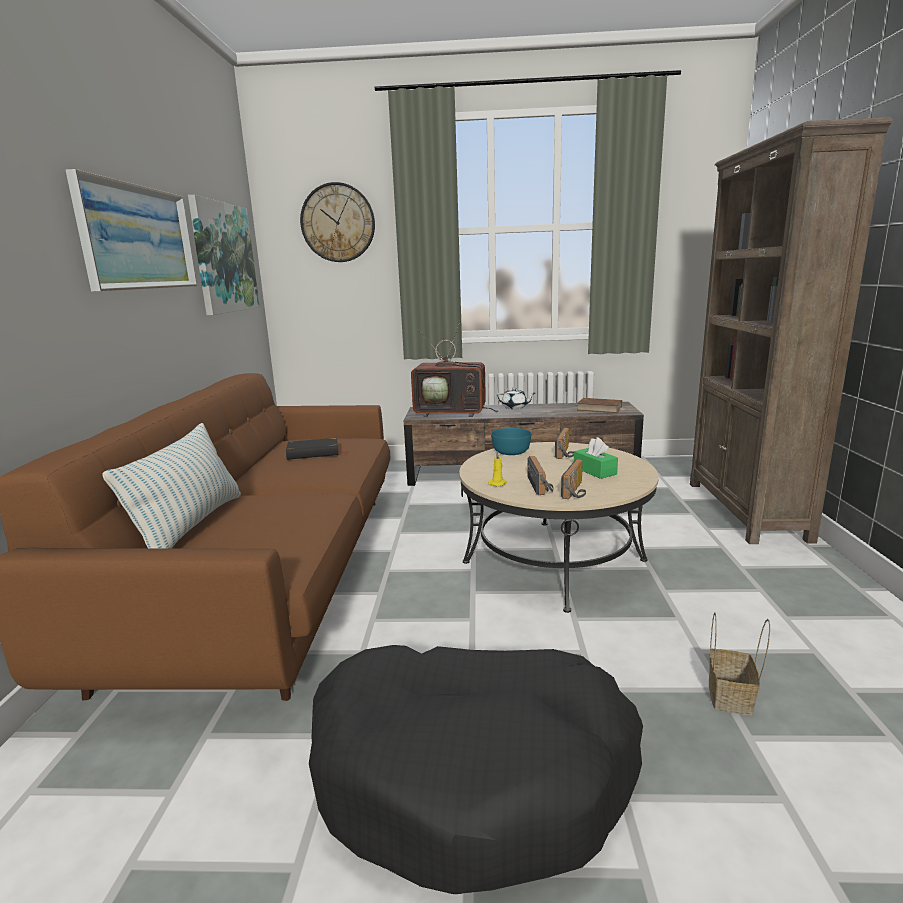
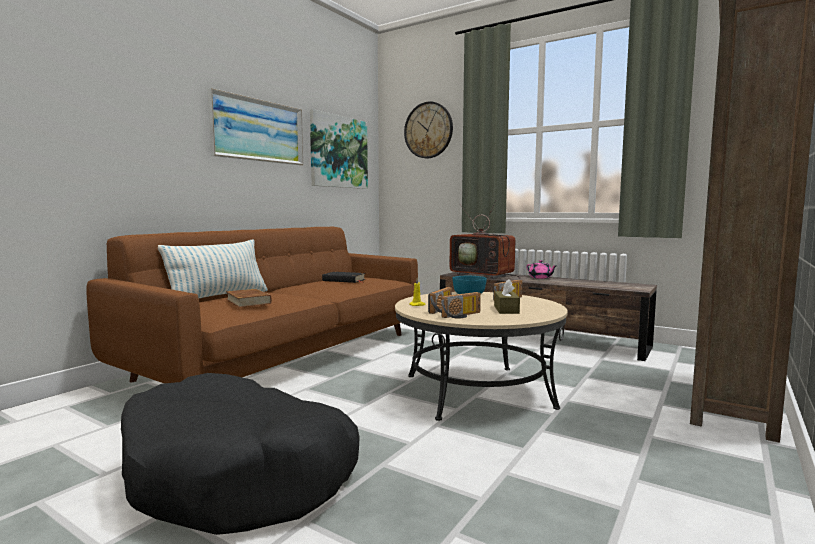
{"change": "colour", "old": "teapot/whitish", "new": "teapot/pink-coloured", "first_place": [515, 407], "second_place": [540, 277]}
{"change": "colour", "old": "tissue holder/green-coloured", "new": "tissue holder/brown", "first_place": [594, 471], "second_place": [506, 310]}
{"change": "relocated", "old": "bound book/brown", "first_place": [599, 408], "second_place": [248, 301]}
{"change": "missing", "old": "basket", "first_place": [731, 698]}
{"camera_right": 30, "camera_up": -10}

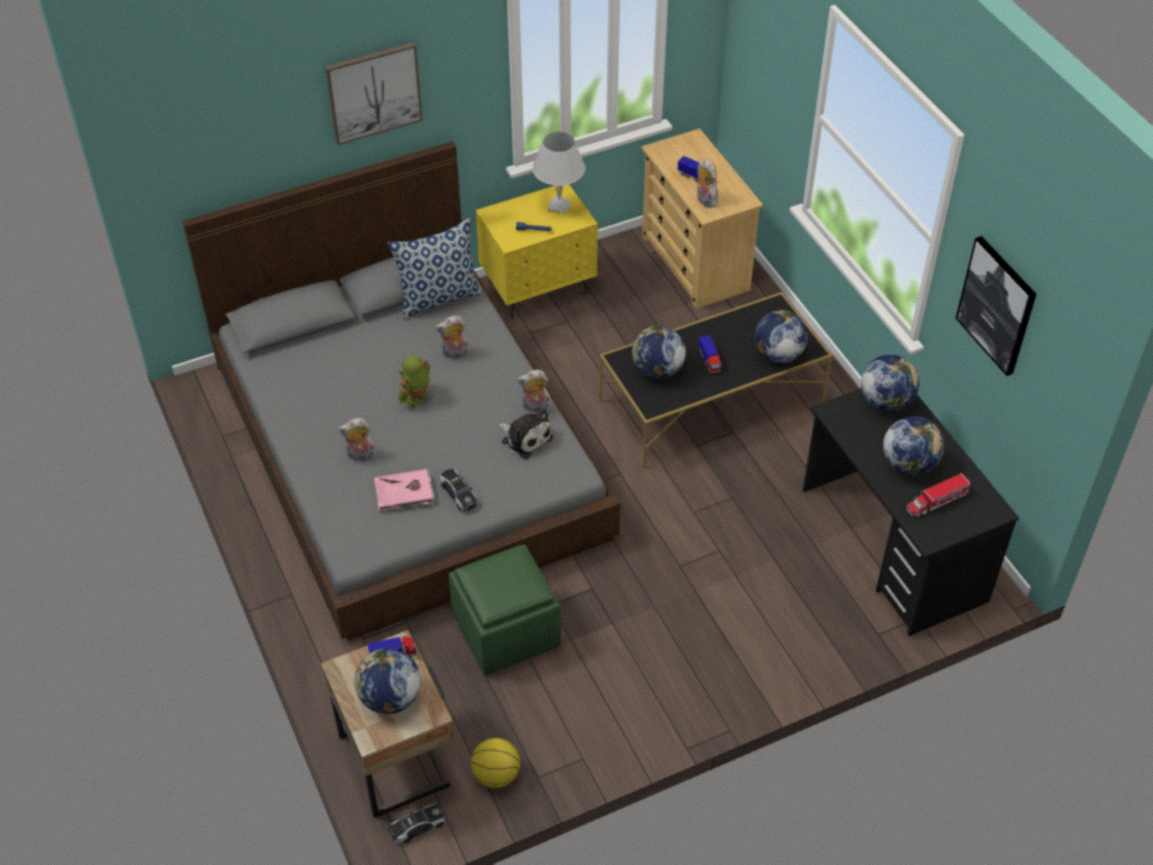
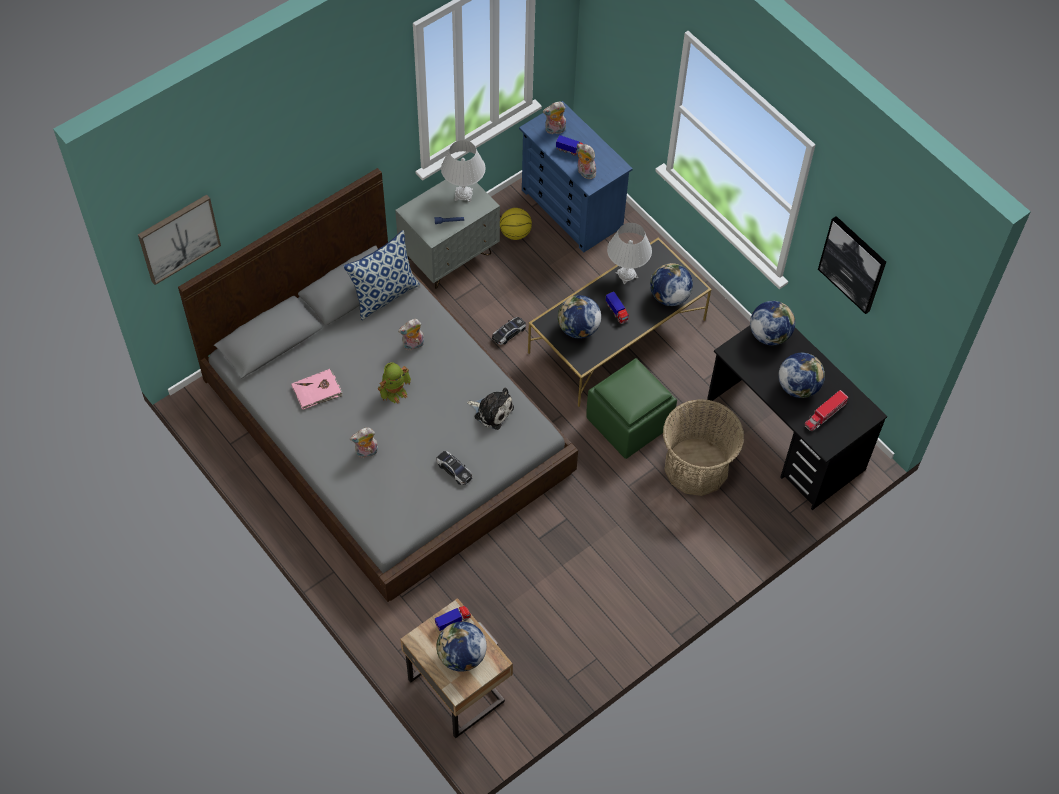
{"change": "relocated", "old": "wall art", "first_place": [374, 92], "second_place": [178, 238]}
{"change": "relocated", "old": "bound book/pink-coloured", "first_place": [404, 492], "second_place": [317, 391]}
{"change": "relocated", "old": "model car", "first_place": [418, 826], "second_place": [509, 333]}
{"change": "spun", "old": "toy robot", "first_place": [416, 398], "second_place": [395, 392], "degrees": -150}
{"change": "relocated", "old": "pouffe/green-coloured", "first_place": [506, 630], "second_place": [628, 422]}
{"change": "relocated", "old": "ball for basketball", "first_place": [496, 774], "second_place": [515, 233]}
{"change": "colour", "old": "nightstand/yellow", "new": "nightstand/grey", "first_place": [538, 288], "second_place": [449, 256]}
{"change": "relocated", "old": "cuddly toy", "first_place": [535, 408], "second_place": [555, 130]}
{"change": "colour", "old": "drawer chest/beige", "new": "drawer chest/blue", "first_place": [695, 263], "second_place": [572, 209]}
{"change": "appeared", "new": "tabletop lamp/whitish", "second_place": [626, 275]}
{"change": "appeared", "new": "basket", "second_place": [696, 467]}
{"camera_right": -15, "camera_up": 10}

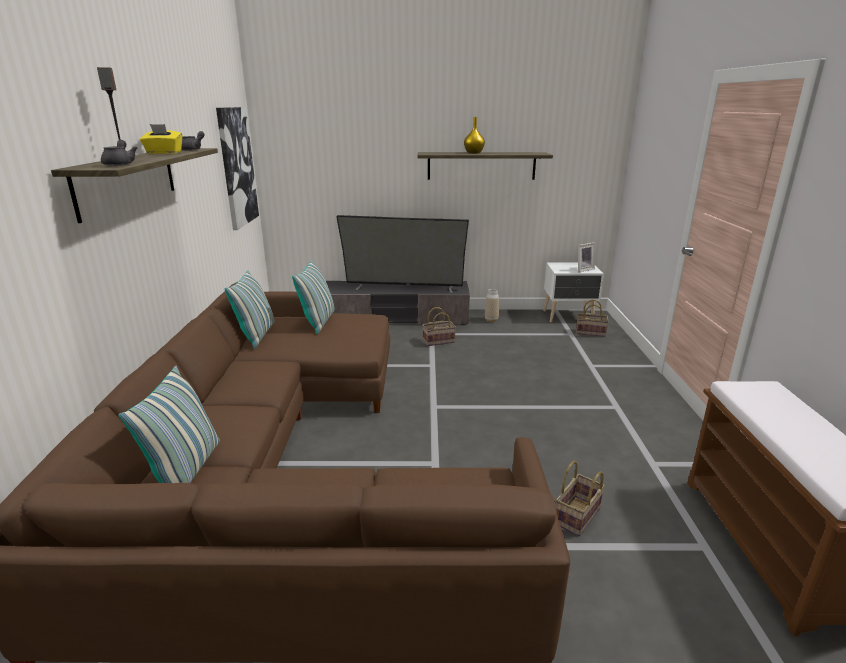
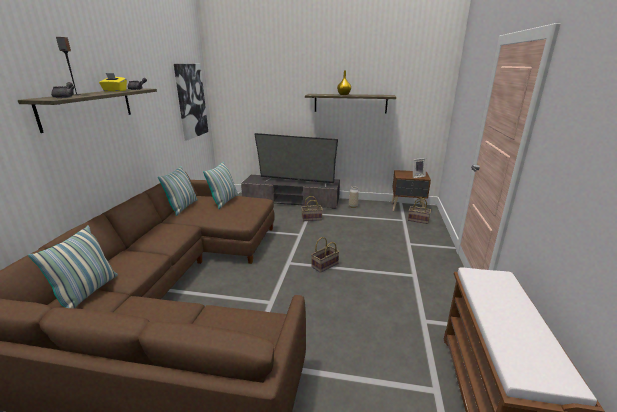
{"change": "colour", "old": "nightstand/whitish", "new": "nightstand/brown", "first_place": [569, 317], "second_place": [407, 208]}
{"change": "relocated", "old": "basket", "first_place": [577, 517], "second_place": [325, 266]}
{"camera_right": 10, "camera_up": 0}

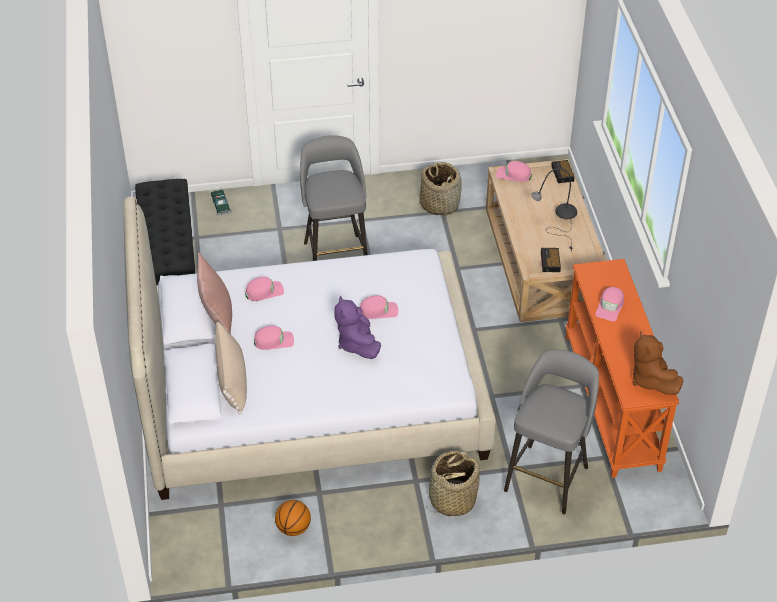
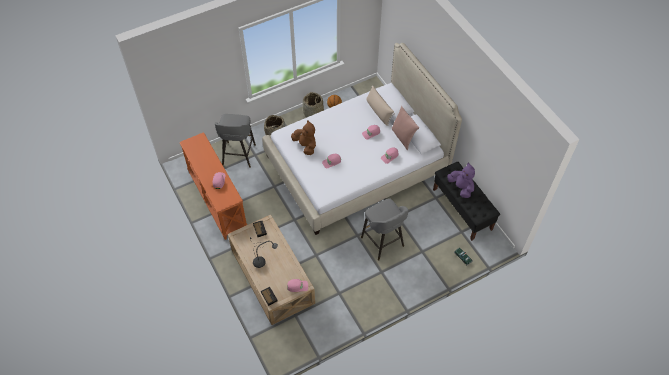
{"change": "relocated", "old": "cuddly toy/purplish", "first_place": [357, 344], "second_place": [461, 187]}
{"change": "relocated", "old": "basket", "first_place": [439, 204], "second_place": [313, 113]}
{"change": "relocated", "old": "cuddly toy/brown", "first_place": [650, 379], "second_place": [305, 146]}
{"camera_right": 160, "camera_up": 10}

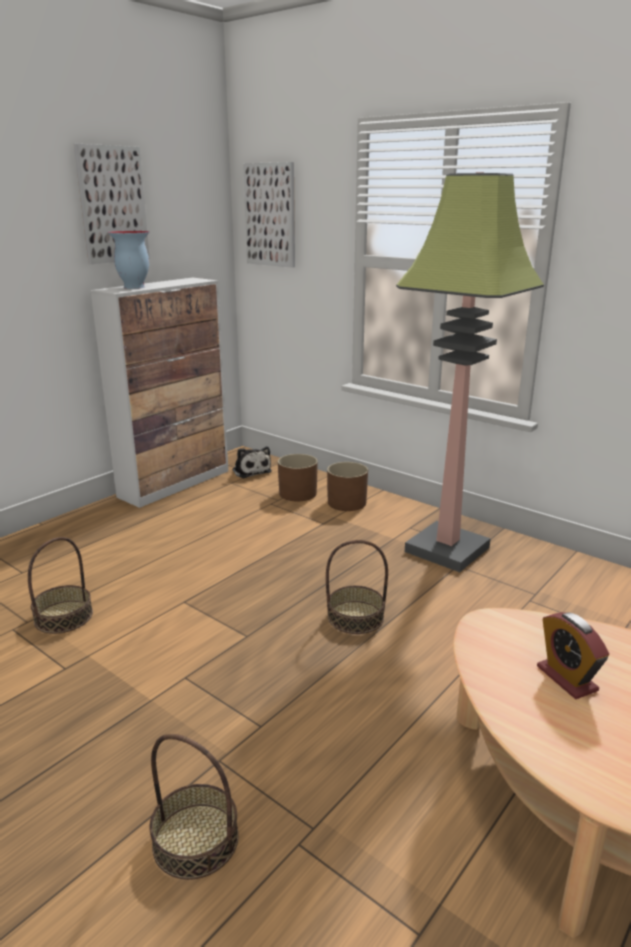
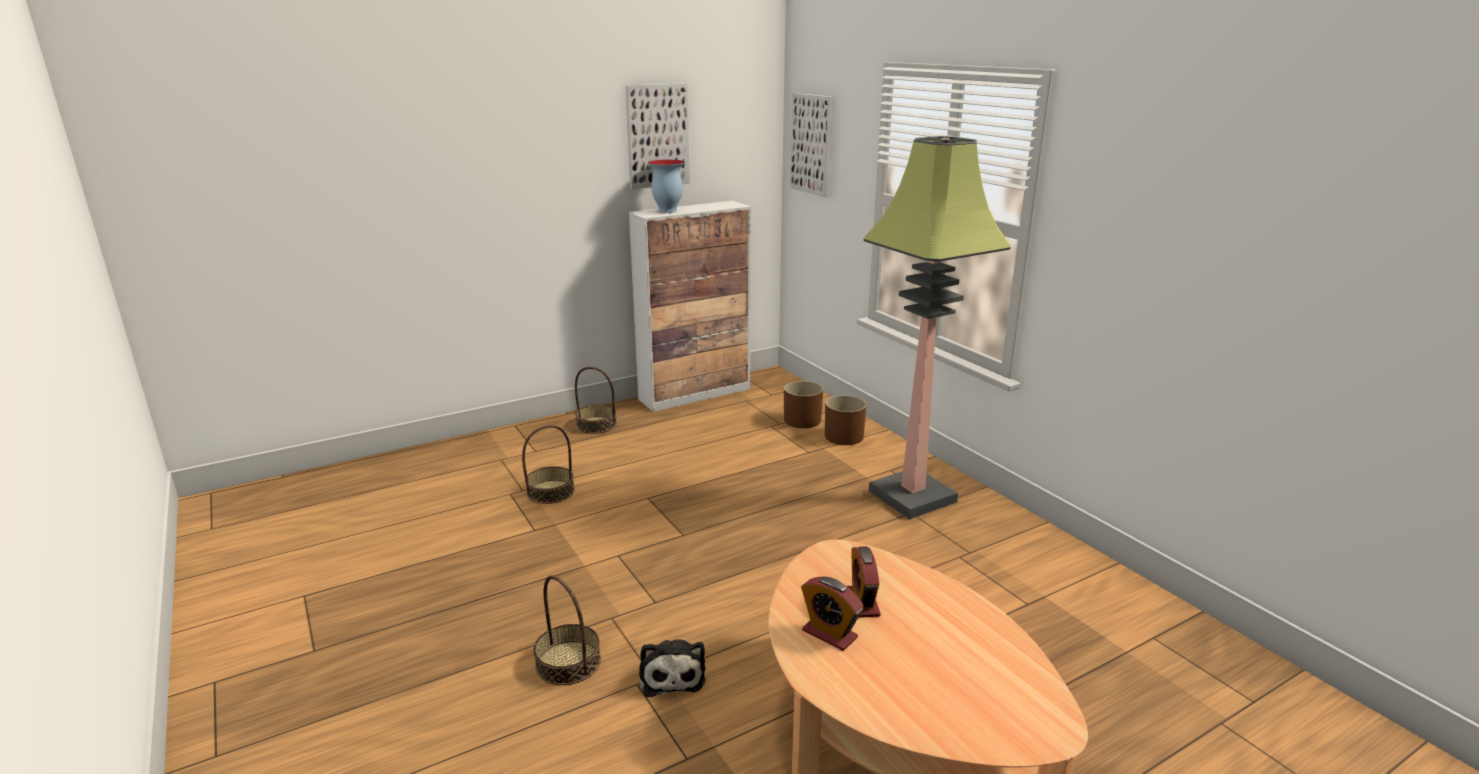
{"change": "relocated", "old": "cuddly toy", "first_place": [251, 470], "second_place": [672, 674]}
{"change": "relocated", "old": "basket", "first_place": [355, 617], "second_place": [597, 425]}
{"change": "appeared", "new": "alarm clock", "second_place": [829, 634]}
{"camera_right": 20, "camera_up": 0}

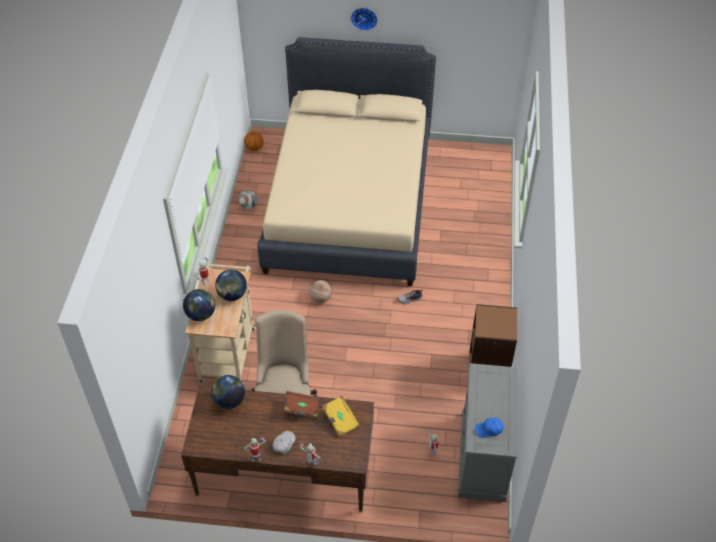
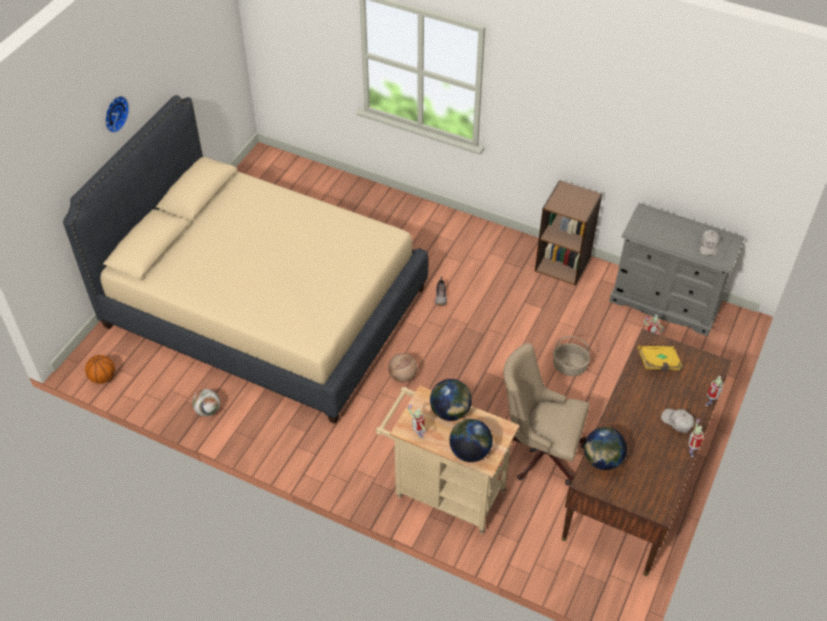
{"change": "missing", "old": "bound book/brown", "first_place": [302, 409]}
{"change": "colour", "old": "cap/blue", "new": "cap/whitish", "first_place": [489, 429], "second_place": [709, 246]}
{"change": "appeared", "new": "basket", "second_place": [569, 366]}
{"camera_right": -70, "camera_up": 0}

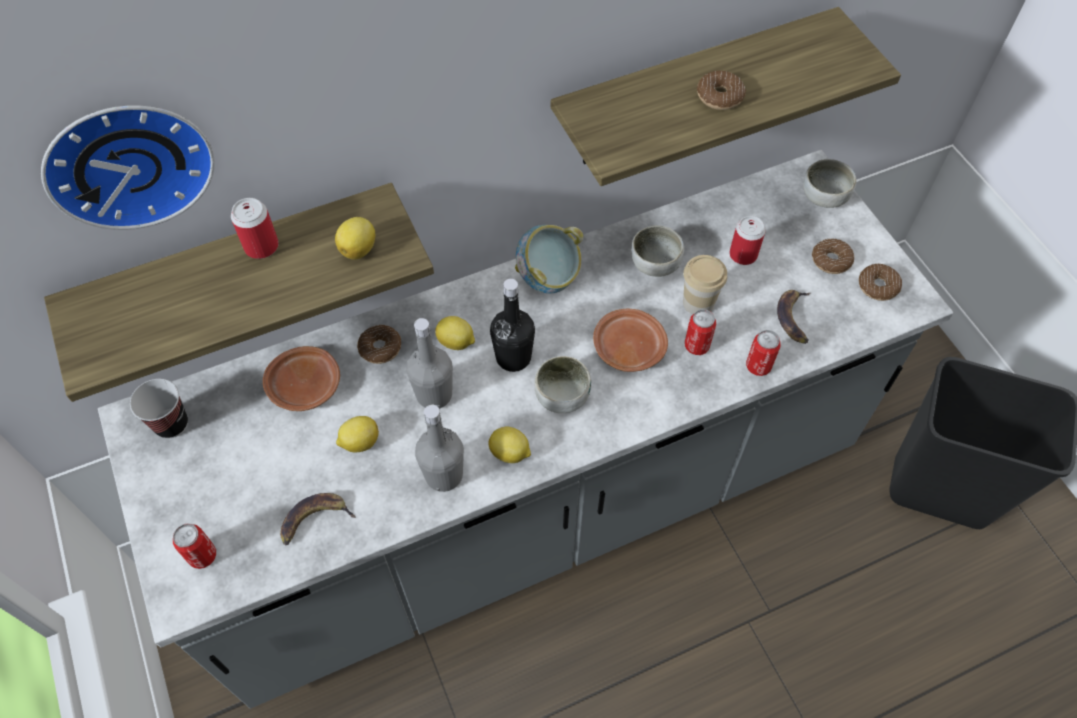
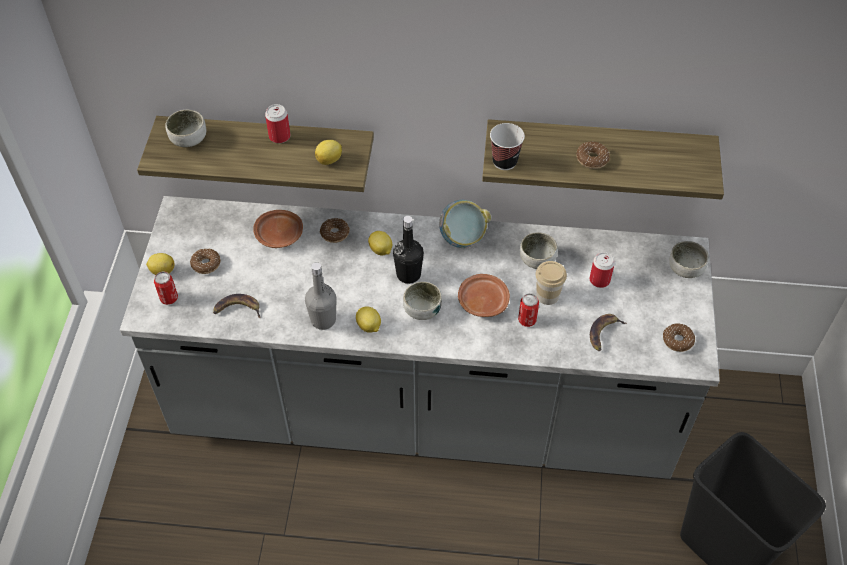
{"change": "missing", "old": "wall clock", "first_place": [128, 161]}
{"change": "relocated", "old": "small cup", "first_place": [171, 424], "second_place": [504, 161]}
{"change": "relocated", "old": "whole lemon", "first_place": [359, 442], "second_place": [162, 271]}
{"change": "missing", "old": "drink bottle/grey", "first_place": [434, 394]}
{"change": "missing", "old": "sealed can", "first_place": [758, 366]}
{"change": "relocated", "old": "donut", "first_place": [831, 260], "second_place": [206, 264]}
{"change": "appeared", "new": "bowl", "second_place": [189, 139]}
{"camera_right": 30, "camera_up": -5}

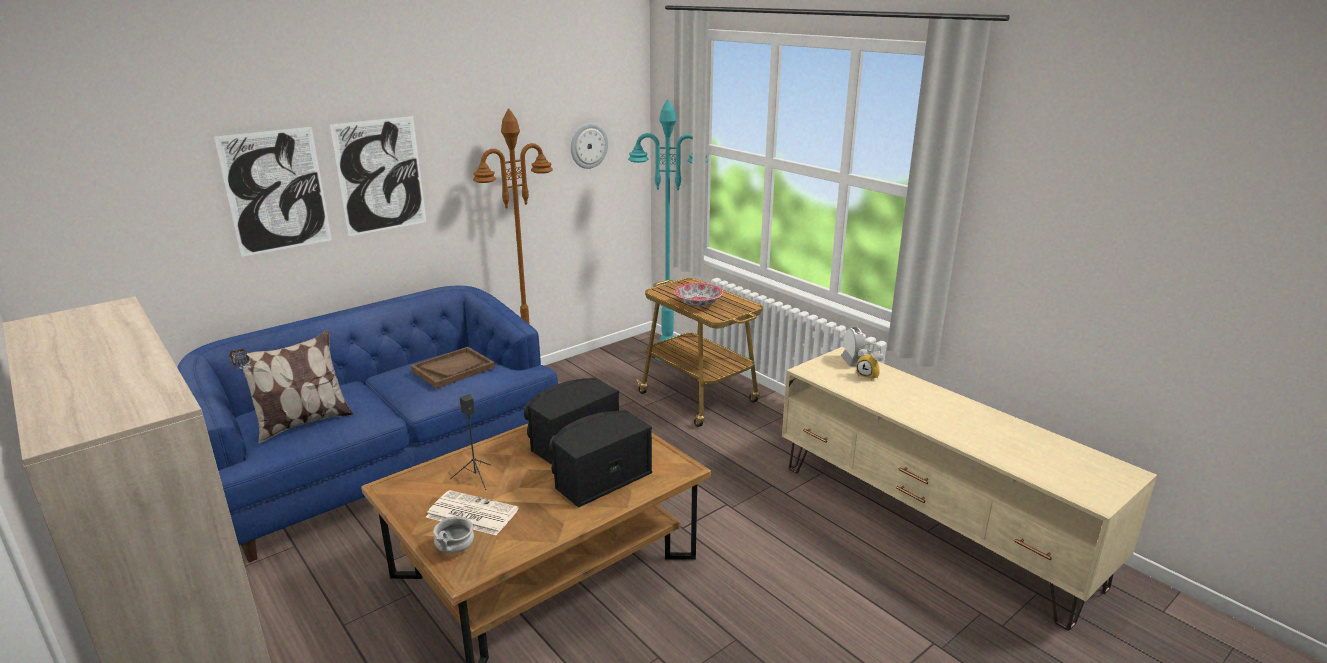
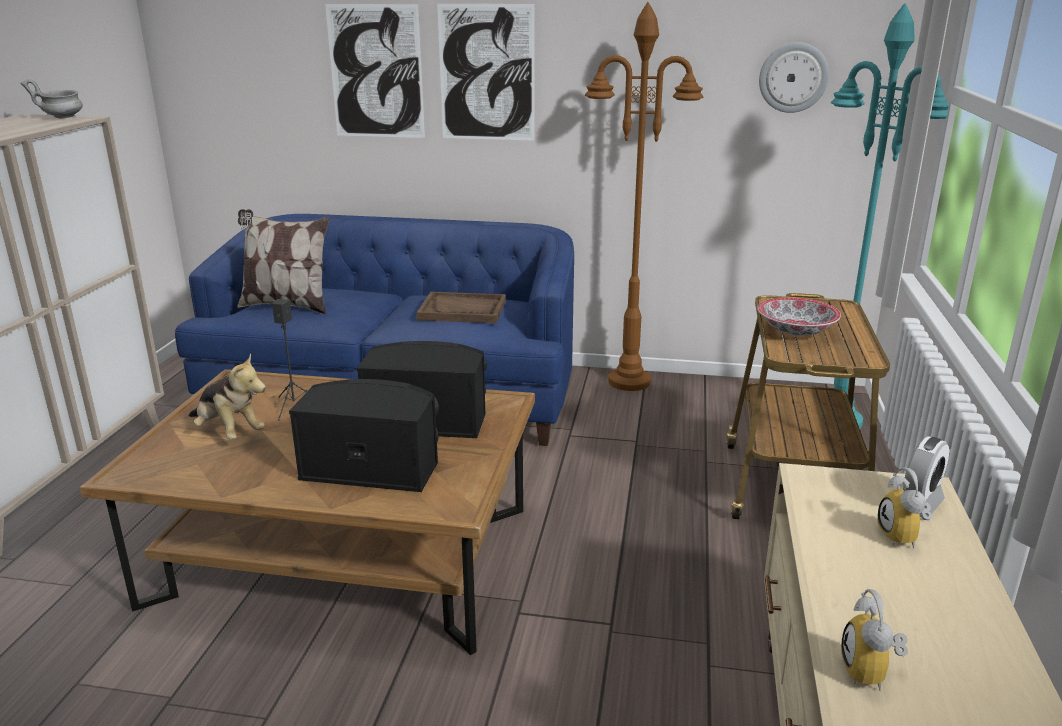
{"change": "exchanged", "old": "printed paper", "new": "cuddly toy", "first_place": [470, 513], "second_place": [228, 432]}
{"change": "relocated", "old": "bowl/grey", "first_place": [455, 549], "second_place": [62, 117]}
{"change": "appeared", "new": "alarm clock", "second_place": [871, 674]}
{"camera_right": 50, "camera_up": 0}

